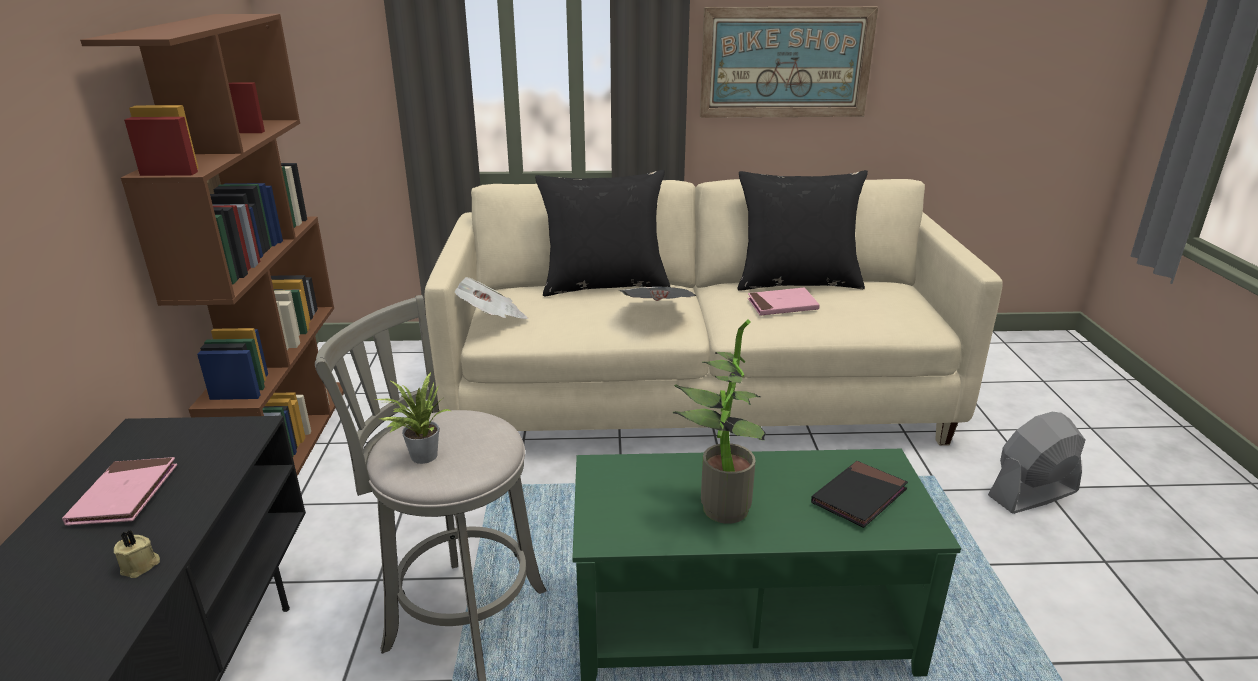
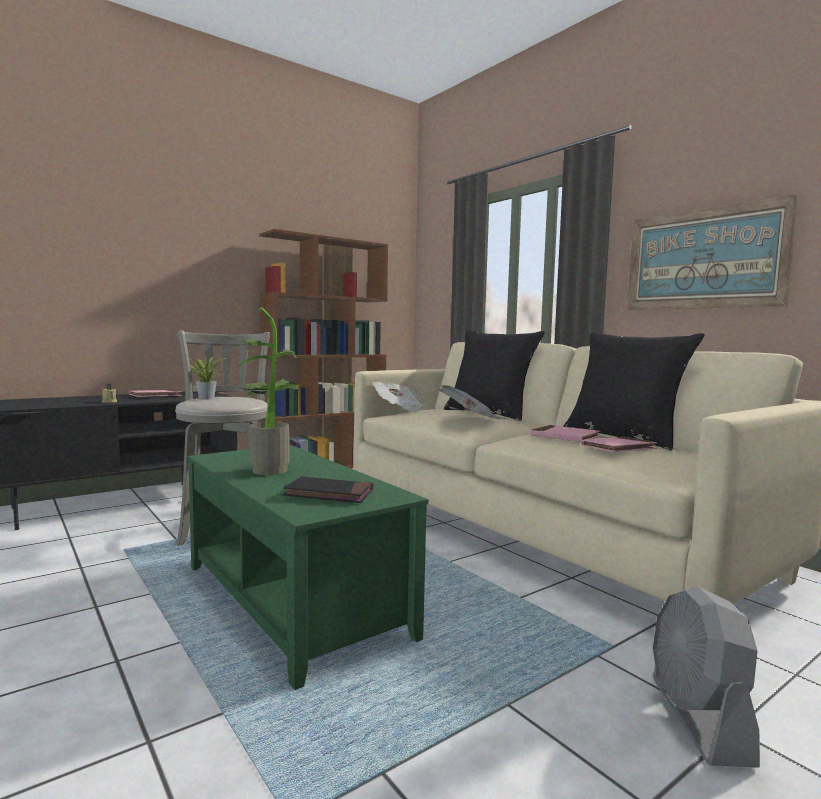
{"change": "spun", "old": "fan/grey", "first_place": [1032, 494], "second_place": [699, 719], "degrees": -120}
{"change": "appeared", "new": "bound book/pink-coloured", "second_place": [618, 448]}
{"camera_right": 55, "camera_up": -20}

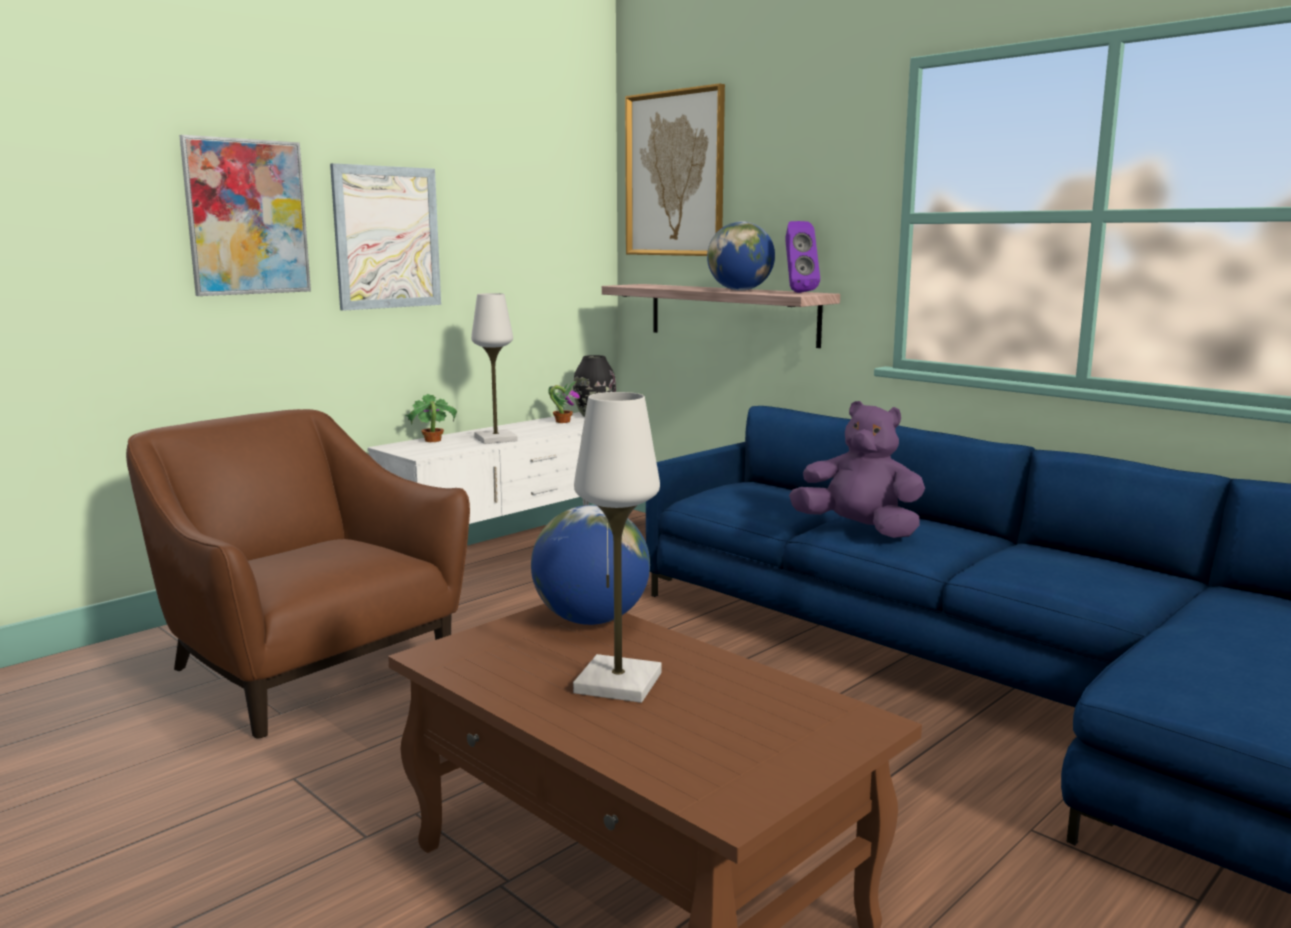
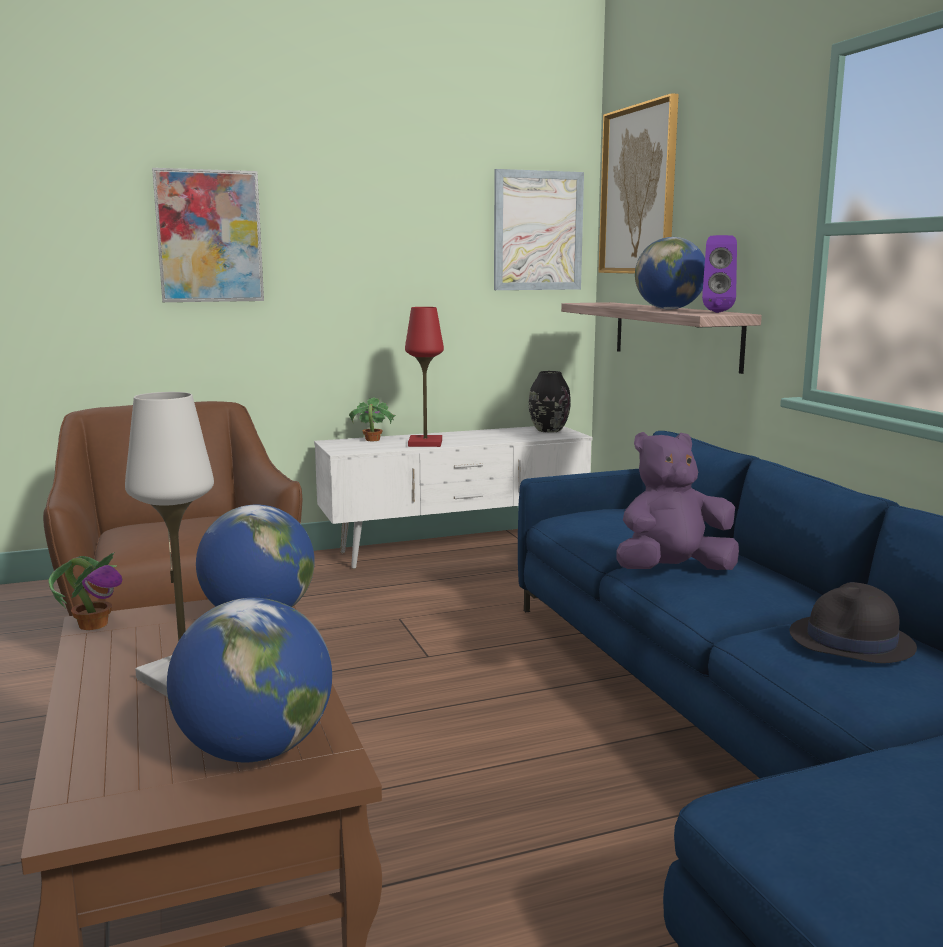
{"change": "relocated", "old": "wall art", "first_place": [387, 237], "second_place": [538, 231]}
{"change": "colour", "old": "tabletop lamp/whitish", "new": "tabletop lamp/red-coloured", "first_place": [495, 439], "second_place": [425, 443]}
{"change": "relocated", "old": "houseplant", "first_place": [562, 421], "second_place": [93, 624]}
{"change": "spun", "old": "cuddly toy/purplish", "first_place": [859, 529], "second_place": [672, 572], "degrees": -75}
{"change": "appeared", "new": "desk globe", "second_place": [255, 751]}
{"change": "appeared", "new": "clothing hat/blackish", "second_place": [851, 642]}
{"camera_right": 25, "camera_up": 0}

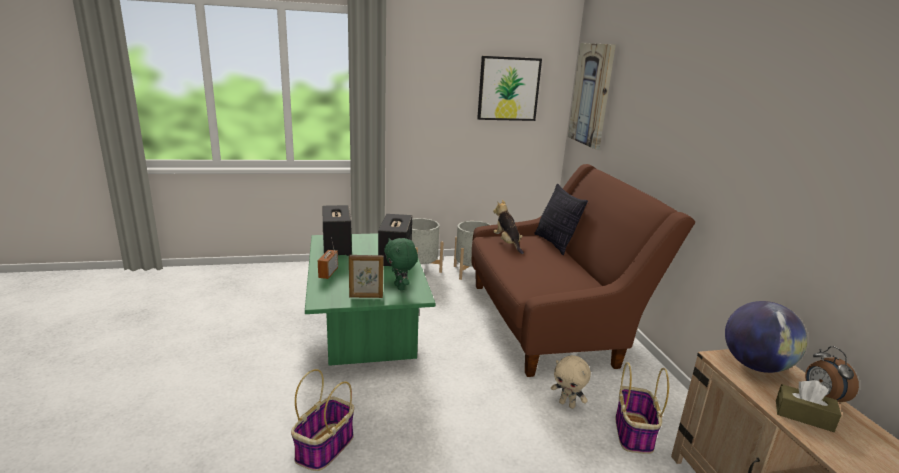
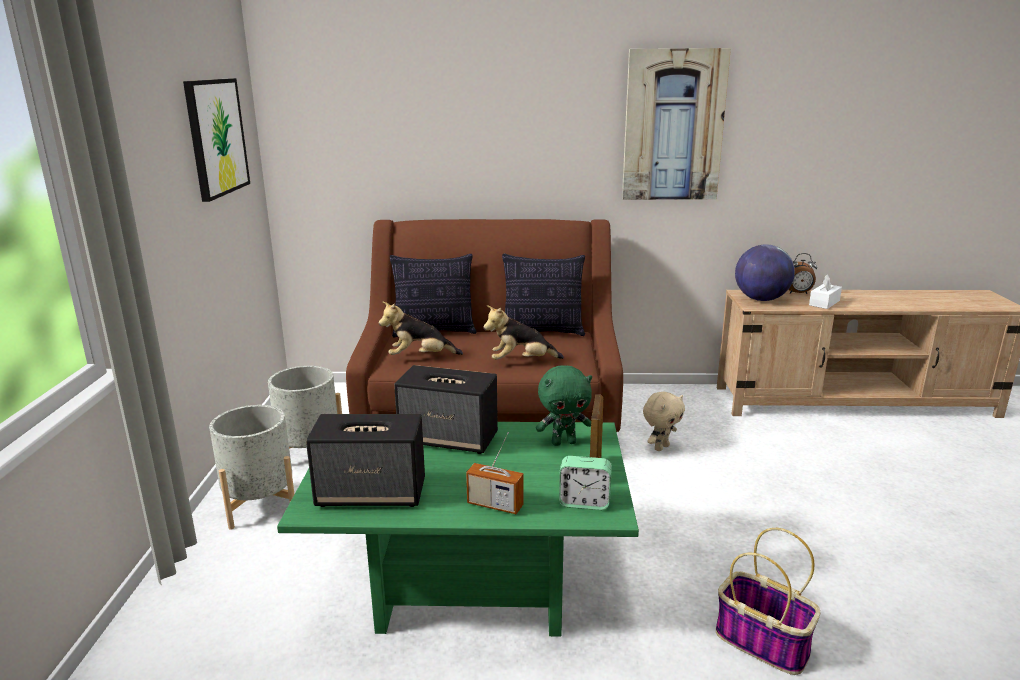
{"change": "relocated", "old": "wall art", "first_place": [591, 95], "second_place": [673, 126]}
{"change": "missing", "old": "basket", "first_place": [634, 433]}
{"change": "colour", "old": "tissue holder/brown", "new": "tissue holder/whitish", "first_place": [803, 416], "second_place": [824, 303]}
{"change": "appeared", "new": "cuddly toy", "second_place": [521, 362]}
{"change": "appeared", "new": "pillow", "second_place": [543, 332]}
{"change": "appeared", "new": "alarm clock", "second_place": [584, 502]}
{"camera_right": -75, "camera_up": 0}

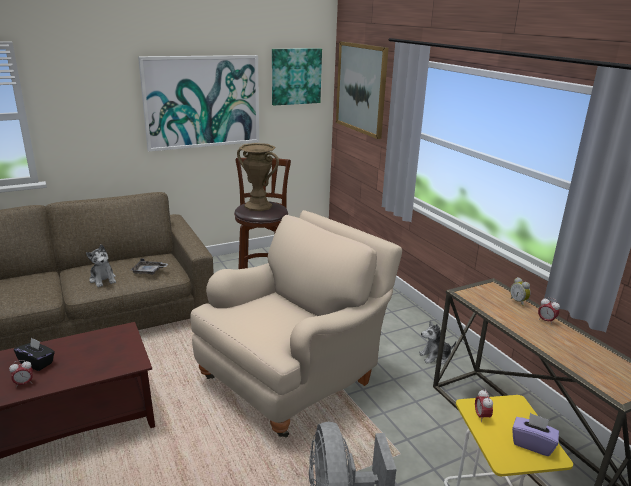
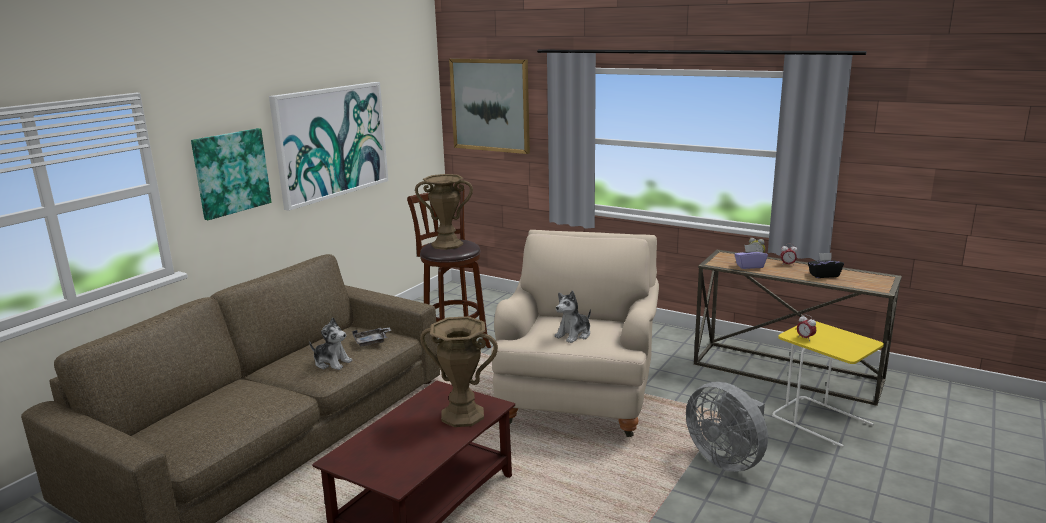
{"change": "missing", "old": "alarm clock", "first_place": [24, 383]}
{"change": "relocated", "old": "tissue holder/blackish", "first_place": [37, 363], "second_place": [824, 275]}
{"change": "relocated", "old": "wall art", "first_place": [296, 76], "second_place": [231, 172]}
{"change": "relocated", "old": "cuddly toy", "first_place": [435, 356], "second_place": [574, 335]}
{"change": "relocated", "old": "tissue holder/purplish", "first_place": [532, 444], "second_place": [749, 266]}
{"change": "appeared", "new": "flower vase/brown", "second_place": [462, 415]}
{"camera_right": -30, "camera_up": -5}

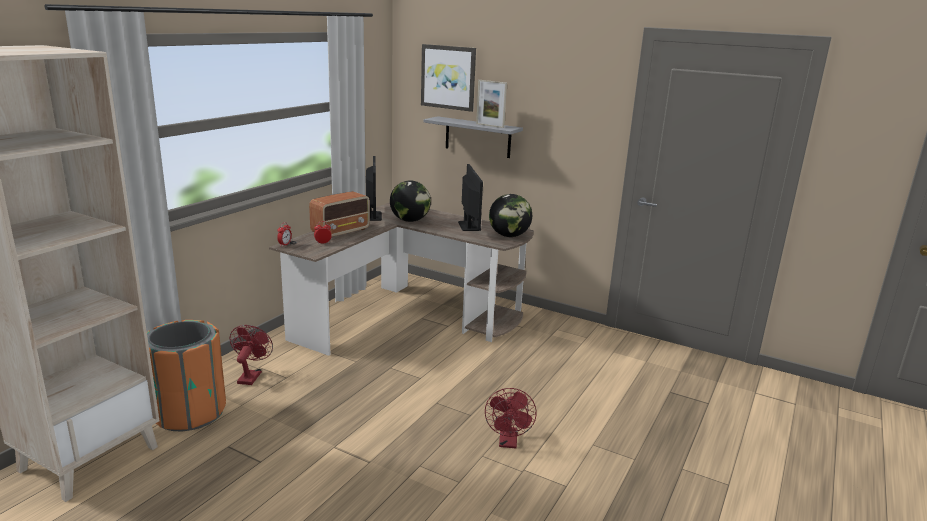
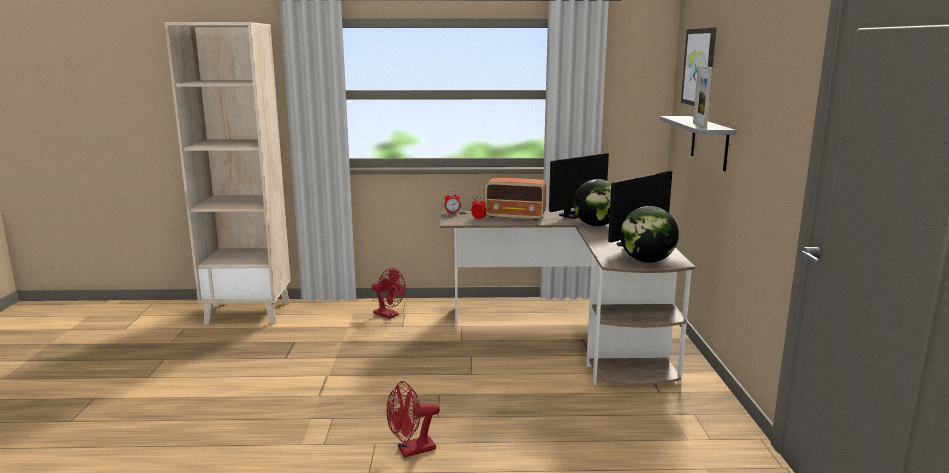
{"change": "missing", "old": "waste bin/orange-coloured", "first_place": [190, 413]}
{"change": "spun", "old": "fan/red-coloured", "first_place": [251, 376], "second_place": [389, 315], "degrees": 60}
{"camera_right": 60, "camera_up": -5}

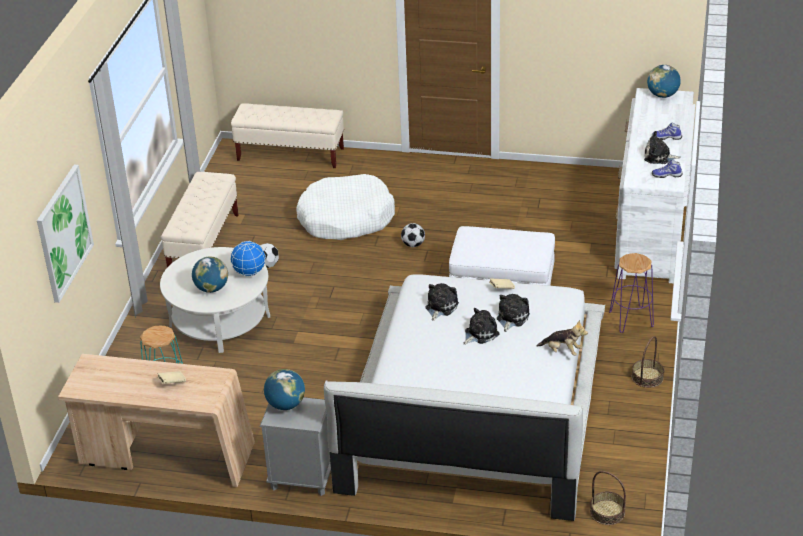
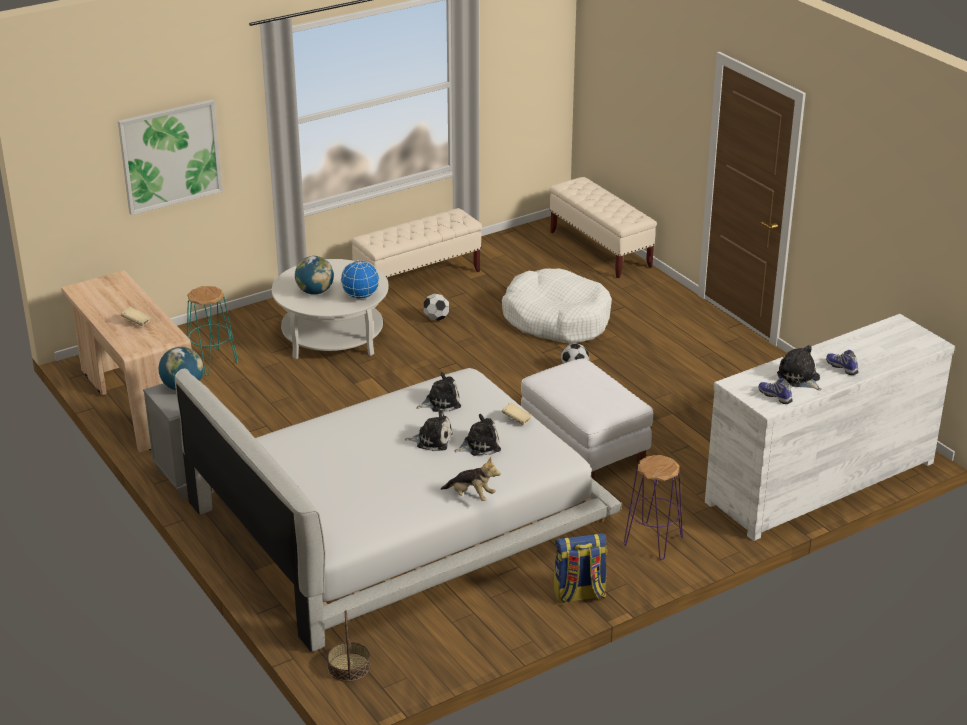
{"change": "spun", "old": "cuddly toy", "first_place": [562, 351], "second_place": [471, 496], "degrees": -45}
{"change": "exchanged", "old": "basket", "new": "backpack", "first_place": [647, 377], "second_place": [579, 594]}
{"change": "missing", "old": "desk globe", "first_place": [662, 95]}
{"camera_right": 45, "camera_up": -5}

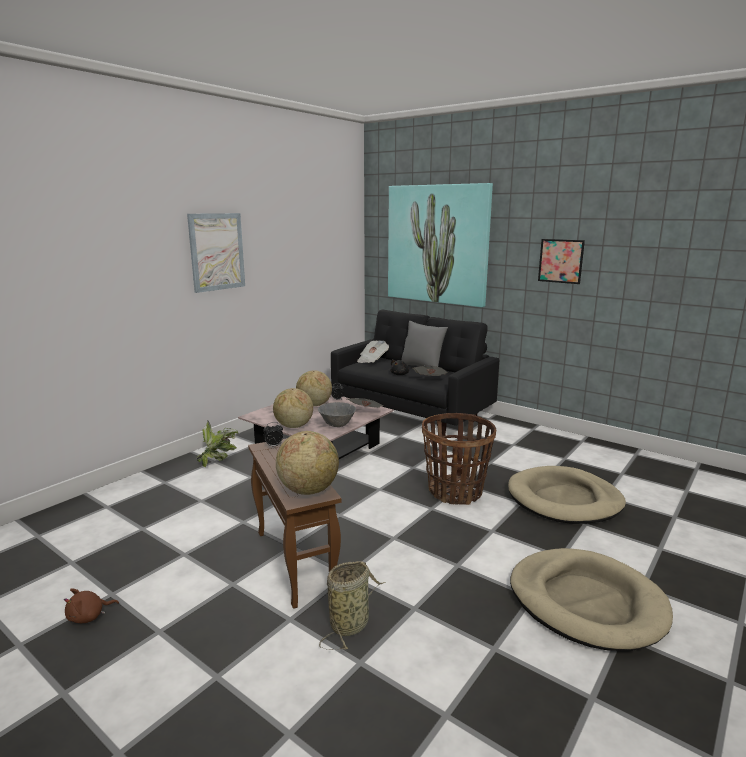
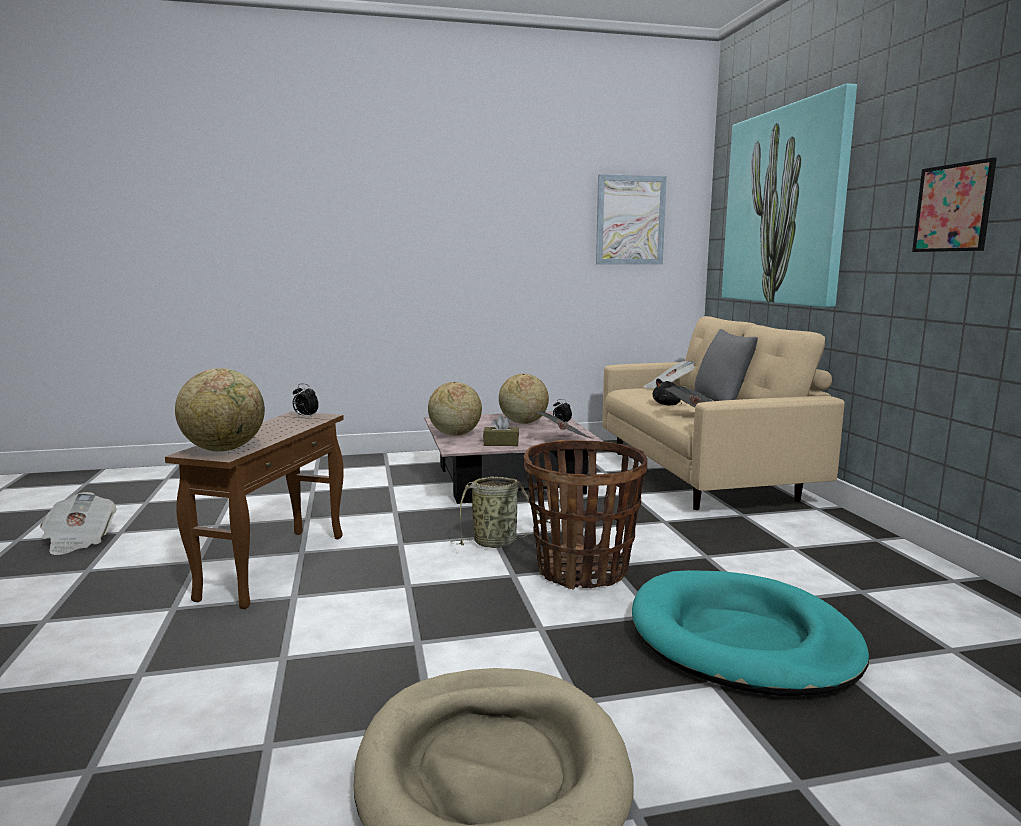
{"change": "exchanged", "old": "cuddly toy/brown", "new": "printed paper", "first_place": [89, 616], "second_place": [79, 540]}
{"change": "relocated", "old": "wall art", "first_place": [217, 252], "second_place": [630, 220]}
{"change": "missing", "old": "houseplant", "first_place": [218, 460]}
{"change": "exchanged", "old": "bowl/grey", "new": "tissue holder/brown", "first_place": [337, 425], "second_place": [501, 443]}
{"change": "relocated", "old": "basket", "first_place": [351, 623], "second_place": [498, 543]}
{"change": "colour", "old": "couch/blackish", "new": "couch/beige", "first_place": [412, 412], "second_place": [701, 475]}
{"change": "colour", "old": "dog bed/beige", "new": "dog bed/turquoise-coloured", "first_place": [564, 499], "second_place": [742, 640]}
{"camera_right": 40, "camera_up": -5}

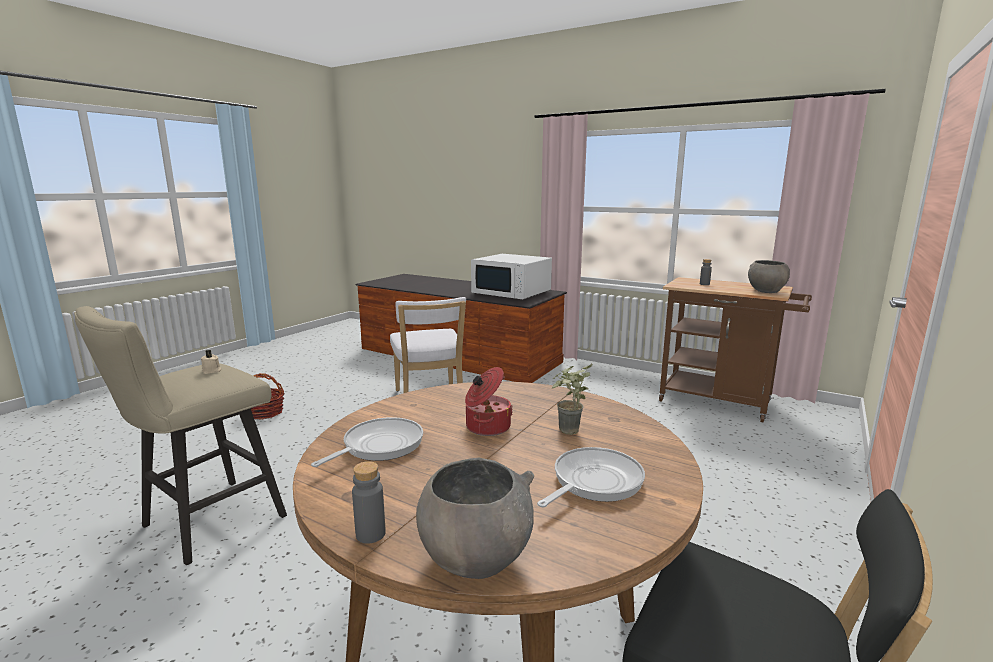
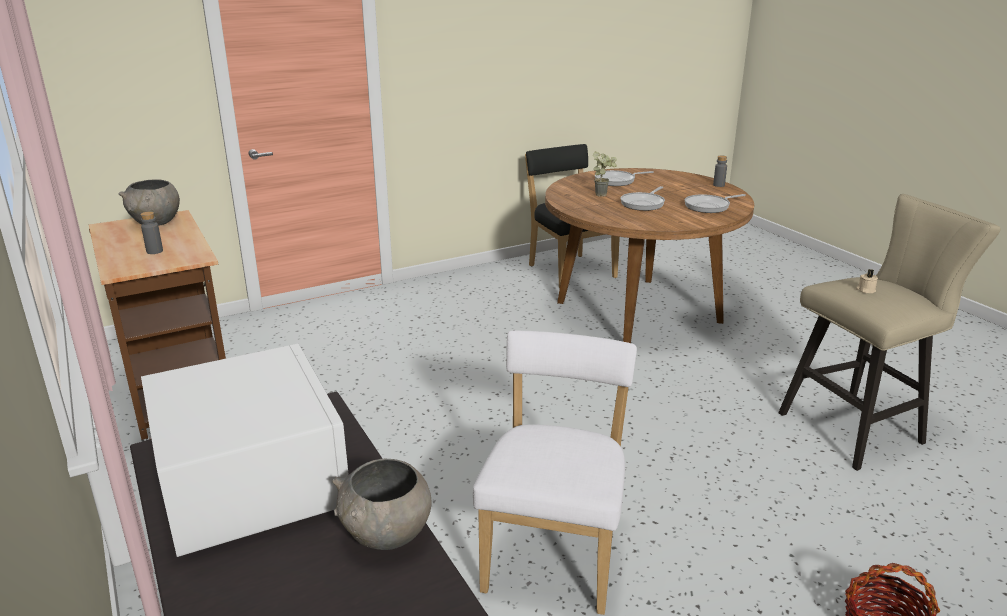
{"change": "relocated", "old": "bowl/grey", "first_place": [475, 557], "second_place": [387, 535]}
{"change": "exchanged", "old": "cooking pot", "new": "pan", "first_place": [486, 427], "second_place": [643, 204]}
{"camera_right": -150, "camera_up": 10}

